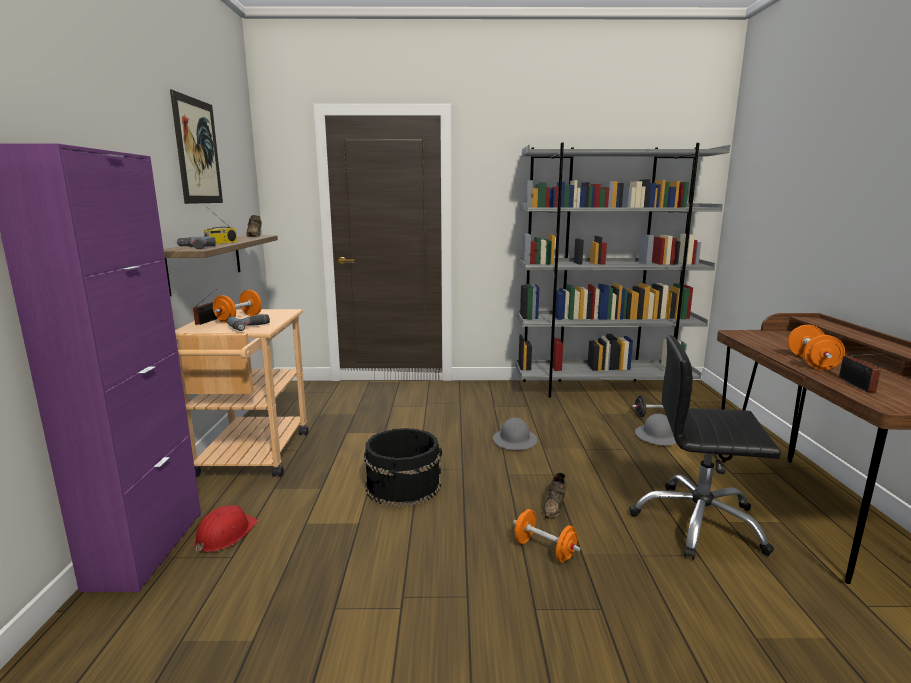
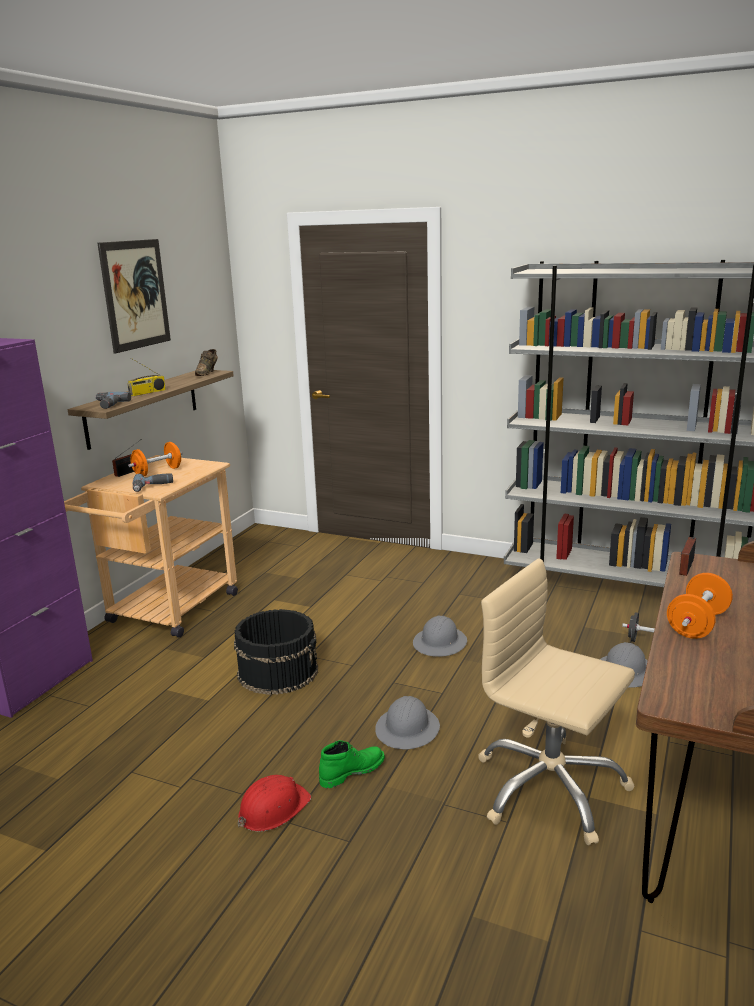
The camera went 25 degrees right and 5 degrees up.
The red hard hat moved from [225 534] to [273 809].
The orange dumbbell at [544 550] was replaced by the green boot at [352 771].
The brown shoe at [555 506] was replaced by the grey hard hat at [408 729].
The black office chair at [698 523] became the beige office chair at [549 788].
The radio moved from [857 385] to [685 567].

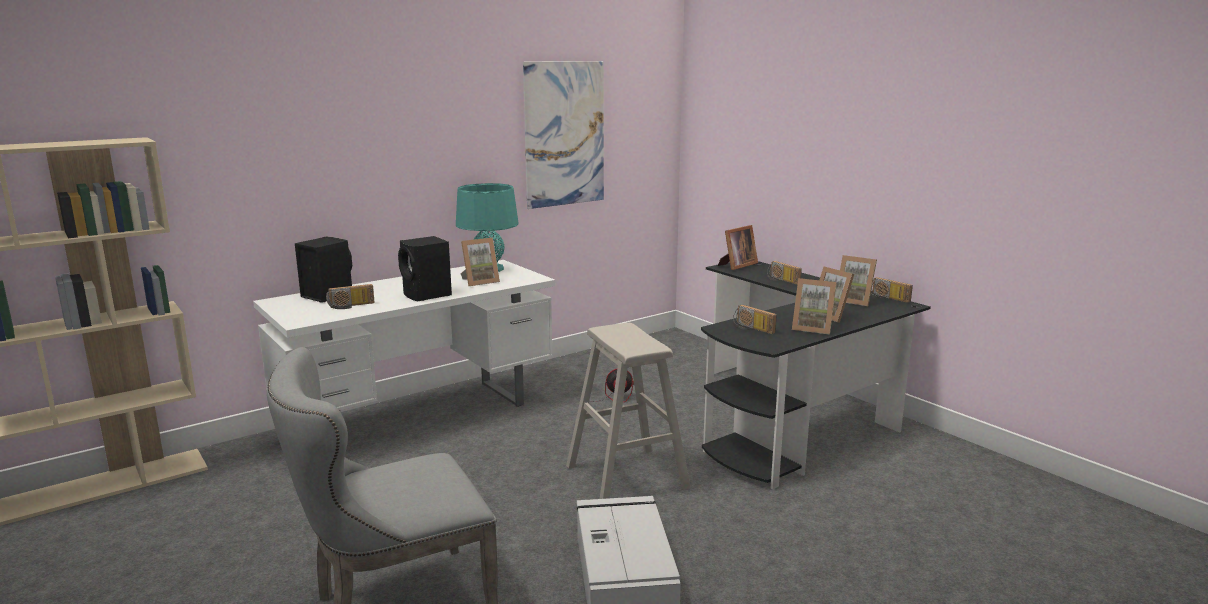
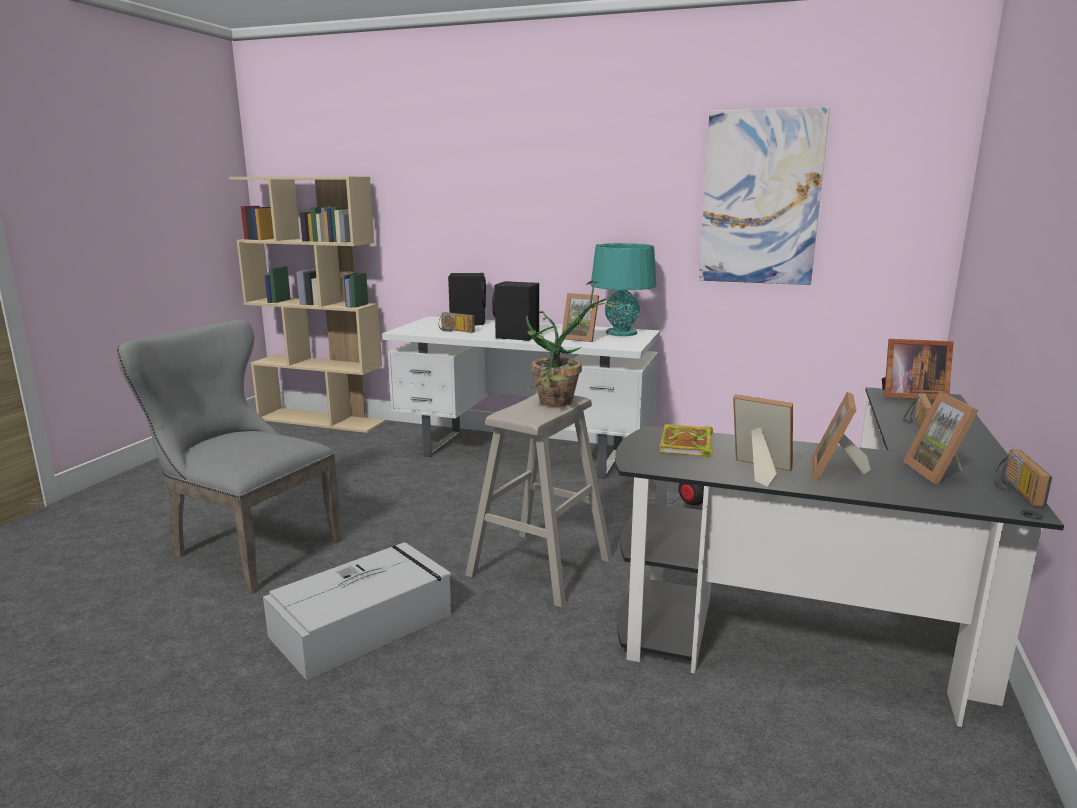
The camera went 55 degrees right and 0 degrees up.
The radio at [752 329] was replaced by the book at [687 445].
The picture frame at [812 328] turned 135 degrees clockwise.
The potted plant at [562 404] appeared.

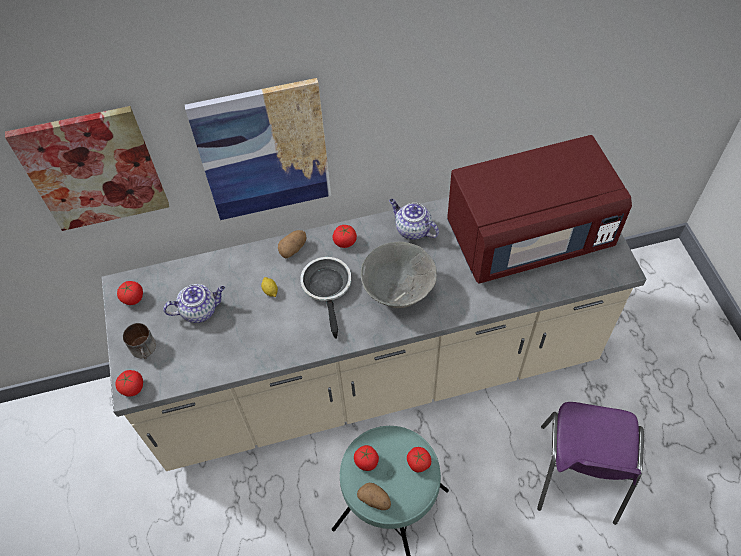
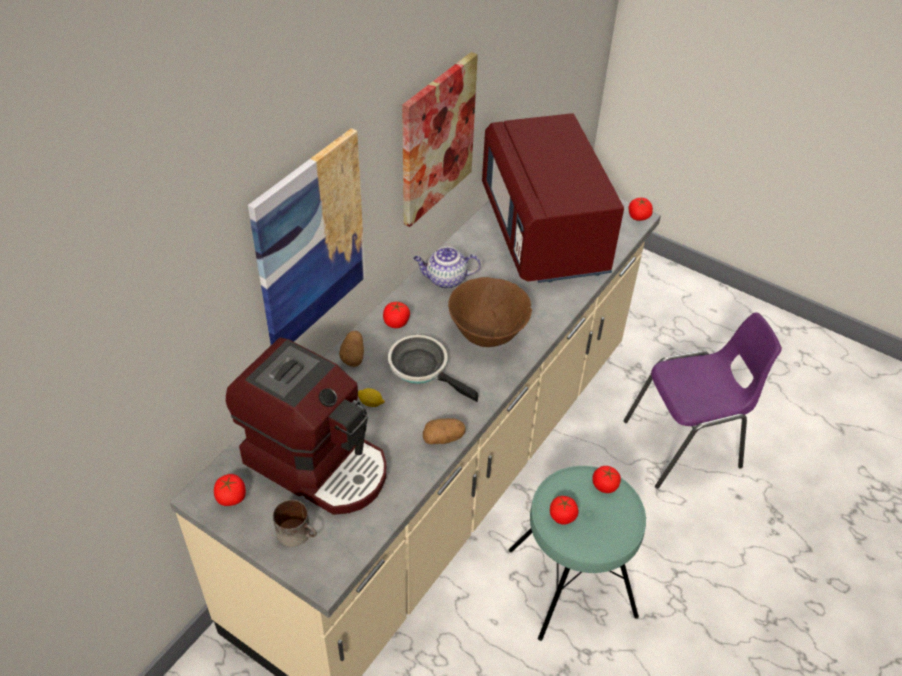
The camera went 45 degrees left and 10 degrees down.
The picture moved from [93 169] to [436 139].
The tomato moved from [132 387] to [638 217].
The teapot at [200 310] was replaced by the coffee machine at [318 462].
The potato moved from [375 500] to [443 438].
The grey bowl at [398 291] became the brown bowl at [487 333].
The red microwave at [527 236] turned 135 degrees clockwise.
The purple chair at [578 476] turned 75 degrees counterclockwise.

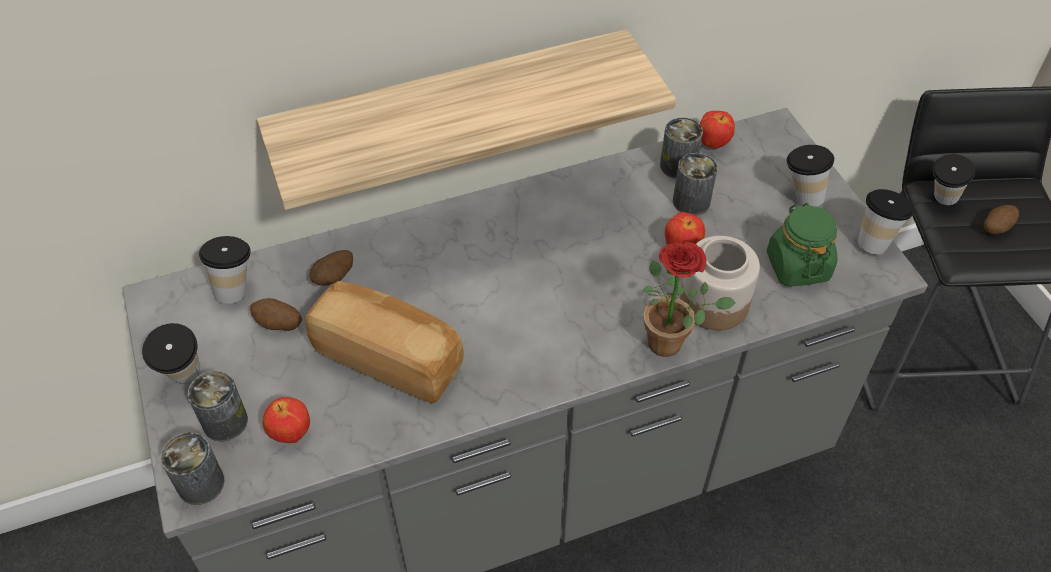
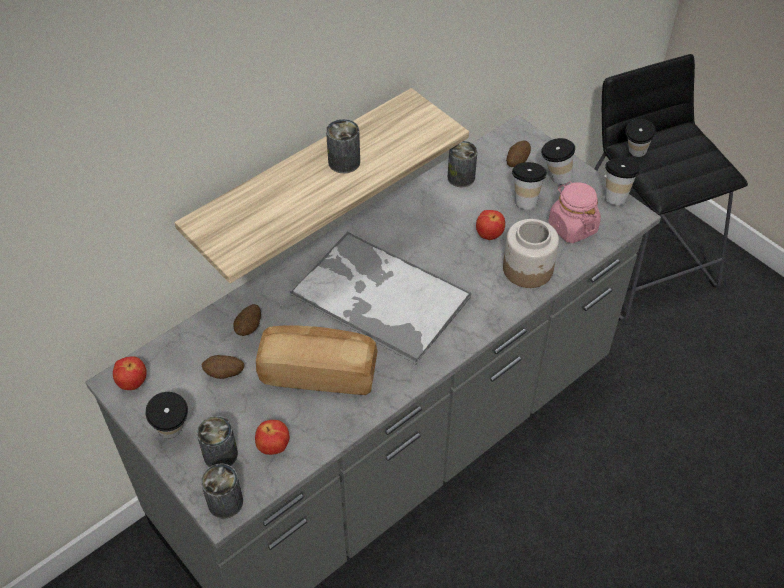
The camera went 20 degrees left and 0 degrees up.
The cup moved from [236 288] to [525 200].
The potted plant at [672 343] disappeared.
The can moved from [691 202] to [344 162].
The apple moved from [713 143] to [133 383].
The green jar at [797 266] became the pink jar at [572 227].
The potato moved from [995 228] to [517 161].
The tray at [379 296] appeared.

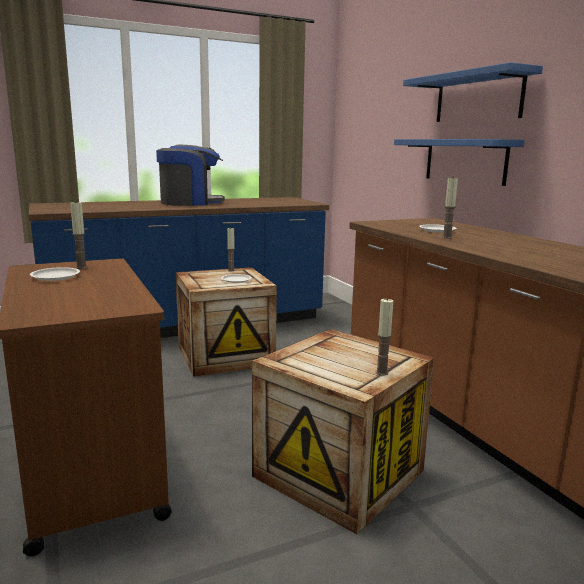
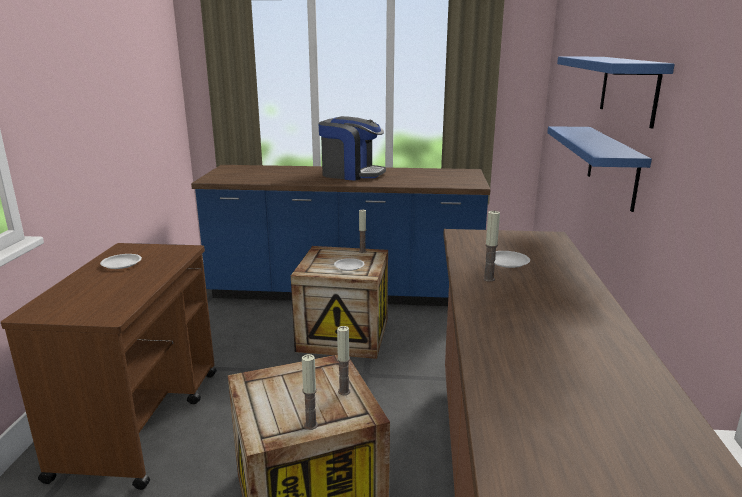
The camera went 30 degrees right and 5 degrees up.
The candle moved from [81 267] to [344 391].

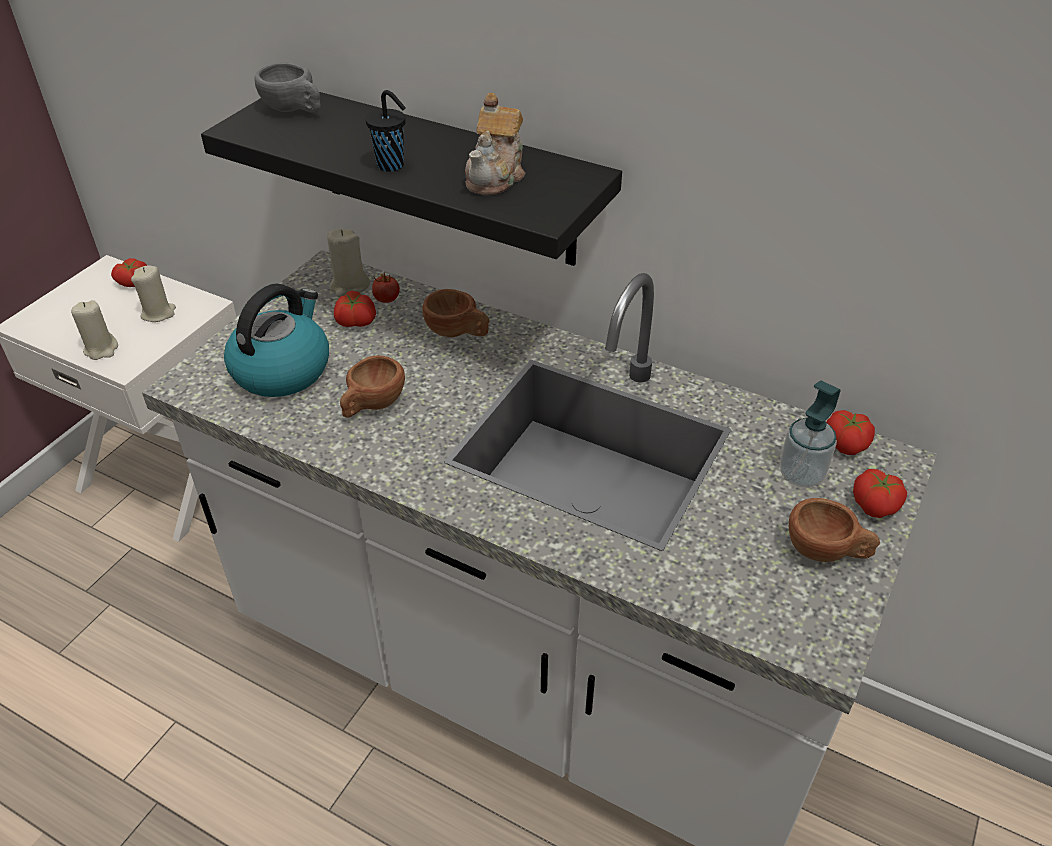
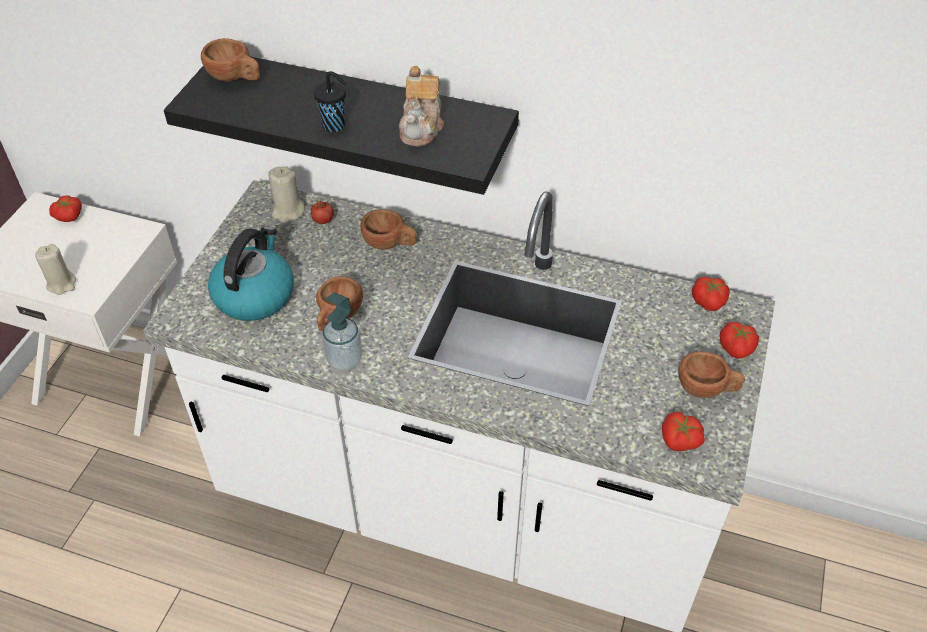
The camera went 10 degrees left and 5 degrees up.
The beige candle at [158 313] disappeared.
The grey cup at [294 110] became the brown cup at [235 78].
The tomato moved from [355 322] to [679 441].
The soap dispenser moved from [801 475] to [344 360].

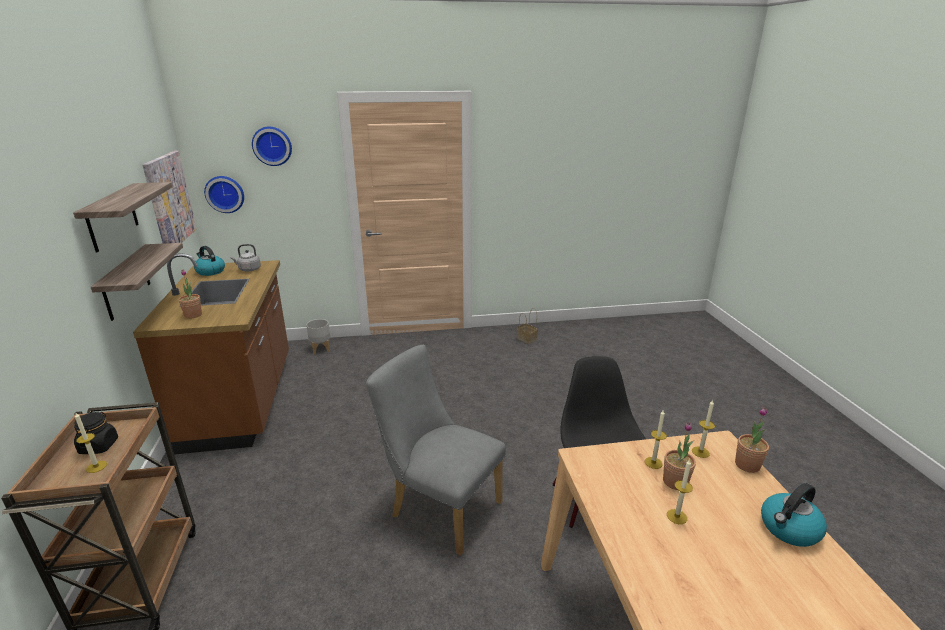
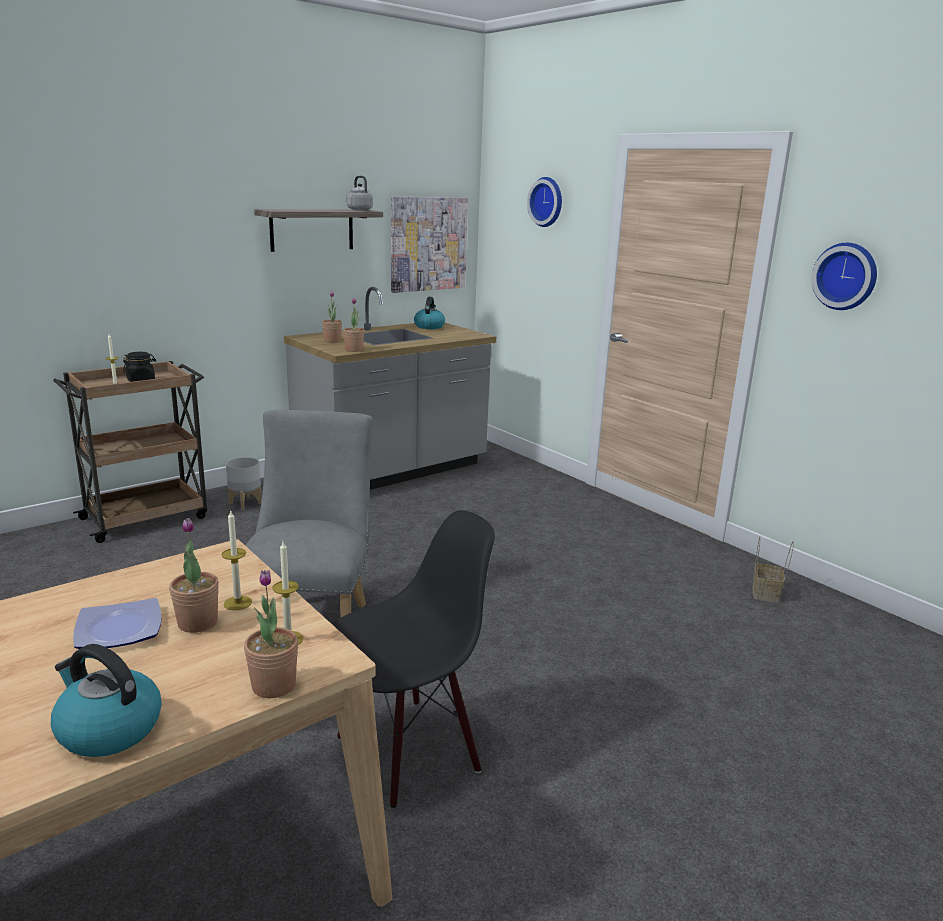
The camera went 60 degrees right and 5 degrees down.
The shelf at [126 282] disappeared.
The brown counter at [242 400] became the grey counter at [392 471].
The wall clock moved from [225 194] to [846 276].
The grey kettle moved from [248 269] to [359 210].
The grey planter moved from [321 349] to [246 503].
The candle at [676 516] was replaced by the plate at [117 629].
The potted plant at [354 350] appeared.

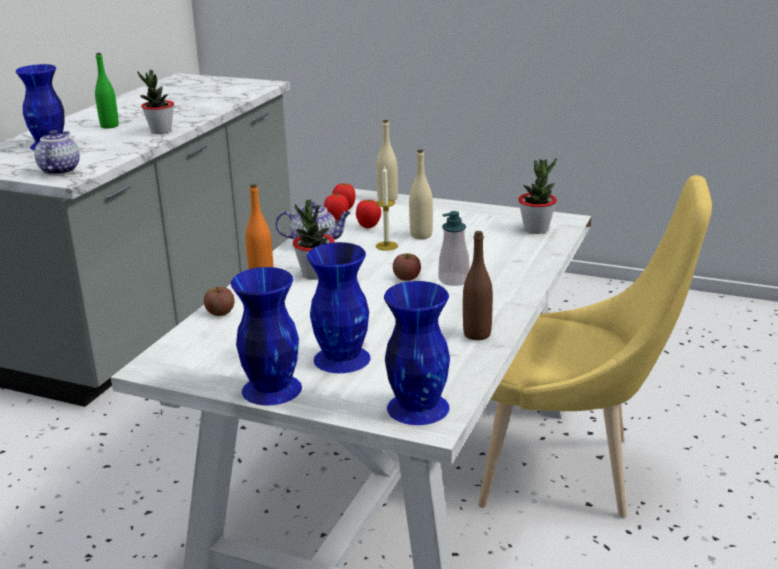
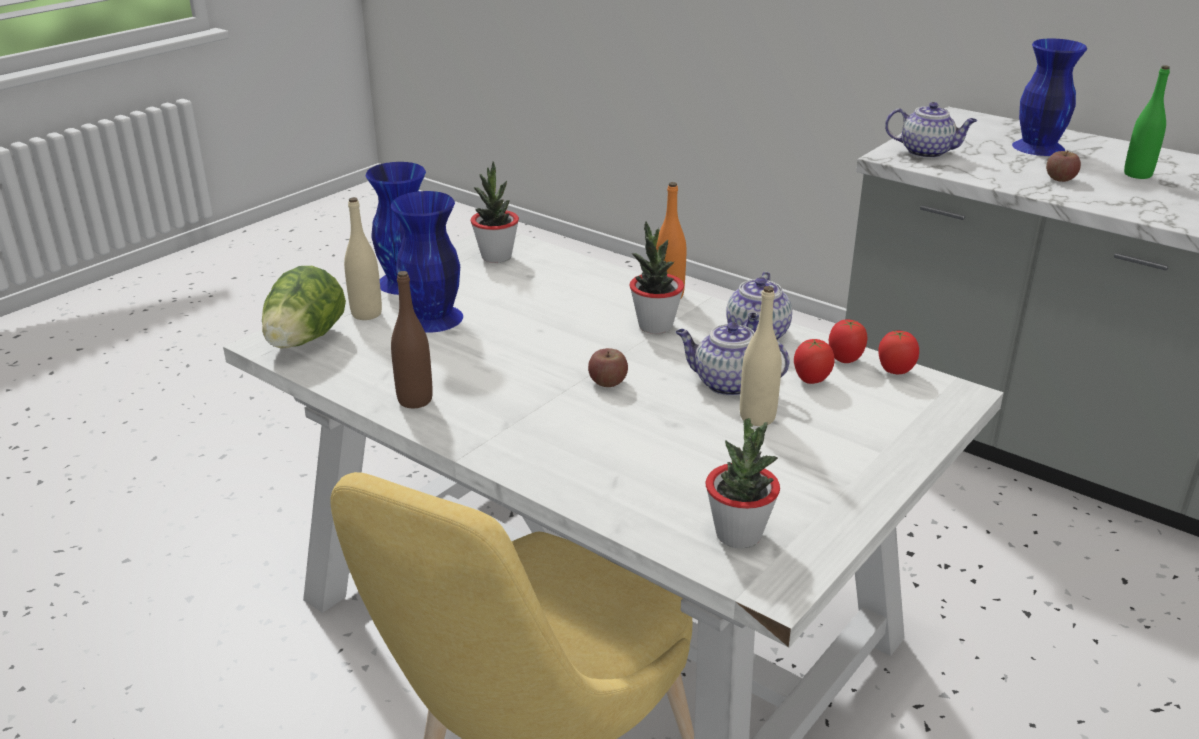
The camera went 105 degrees right and 5 degrees up.
The potted plant moved from [161 131] to [496 256].
The apple moved from [220 312] to [1060 178].
The beige bottle moved from [387 199] to [366 314].
The candle at [386 246] was replaced by the teapot at [727 384].
The blue vase at [417 407] was replaced by the lettuce at [304 341].
The soap dispenser at [454 280] disappeared.

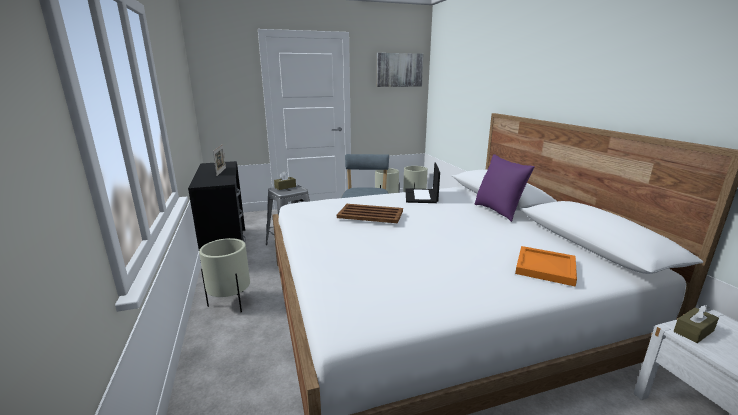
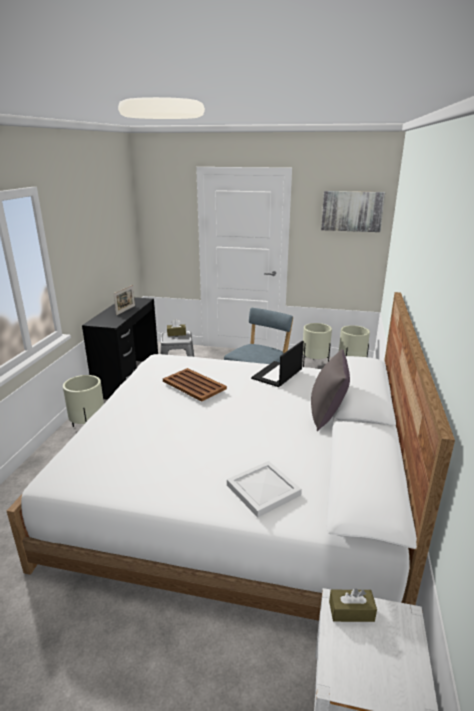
The camera went 30 degrees right and 5 degrees up.
The purple pillow at [498 211] became the grey pillow at [327 415].
The orange tray at [544 268] became the white tray at [262 490].

